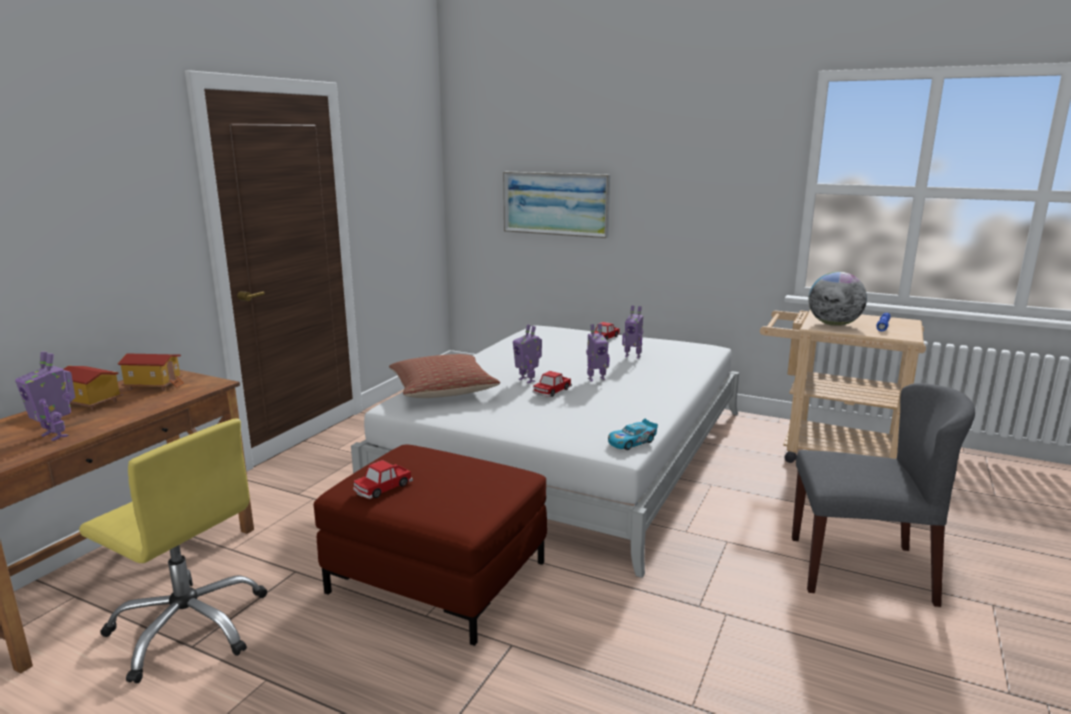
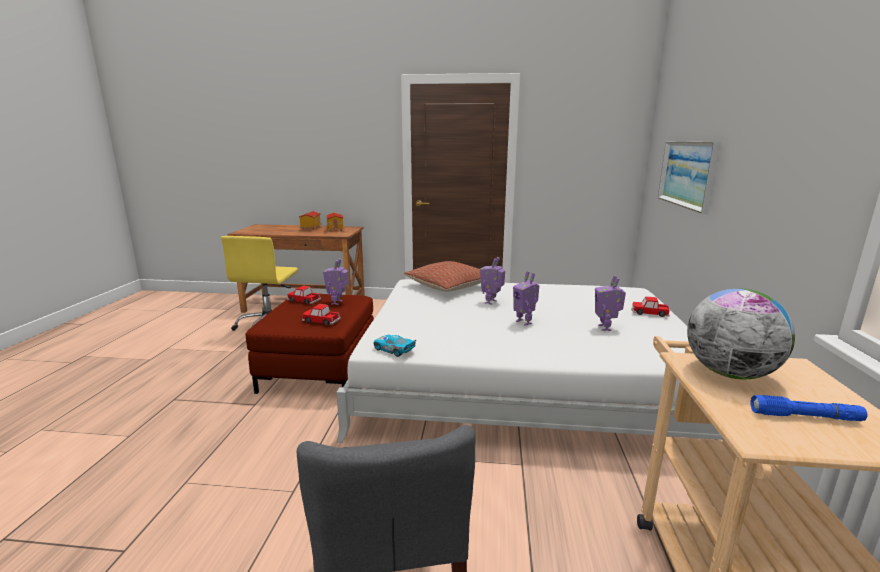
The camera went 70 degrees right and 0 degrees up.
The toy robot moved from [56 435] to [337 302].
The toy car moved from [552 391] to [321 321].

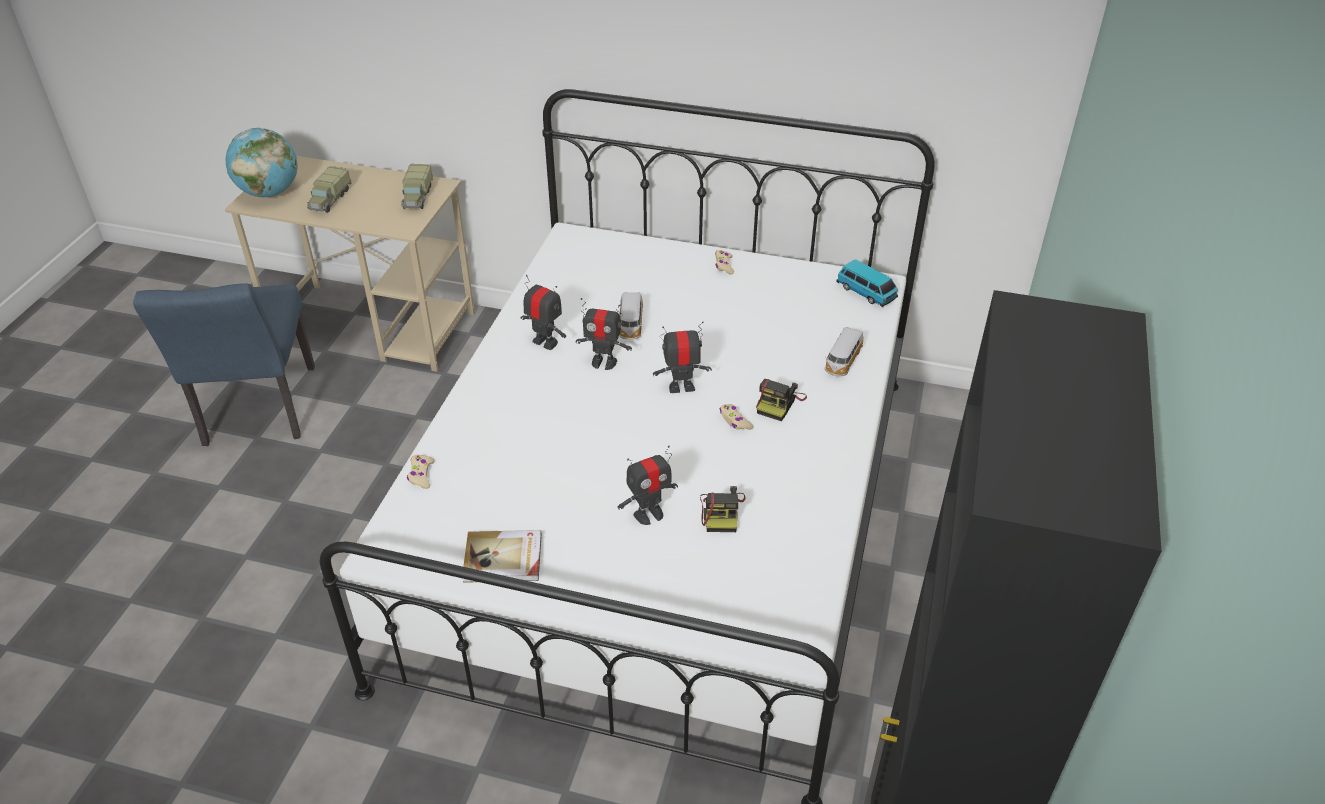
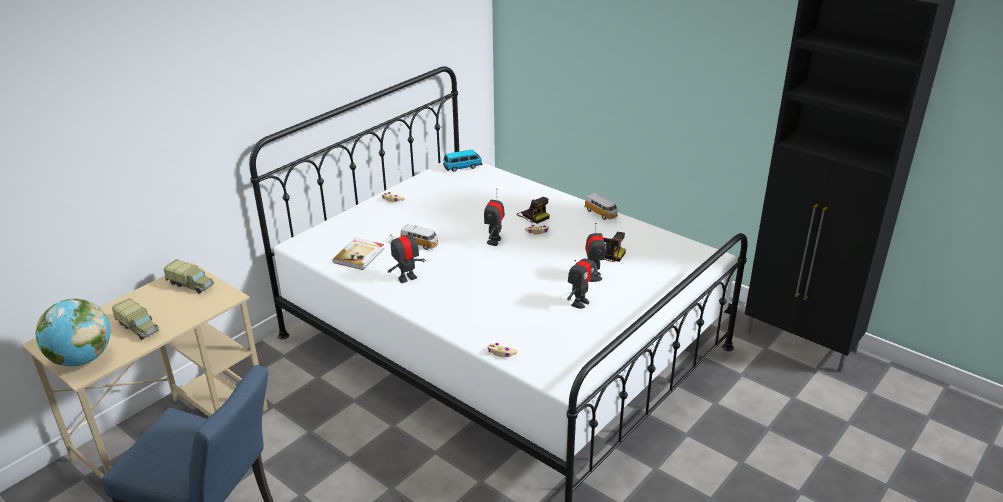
The camera went 65 degrees left and 10 degrees down.
The book moved from [503 559] to [359 255].
The toy robot moved from [604 362] to [580 303].
The toy car moved from [842 362] to [601 213].

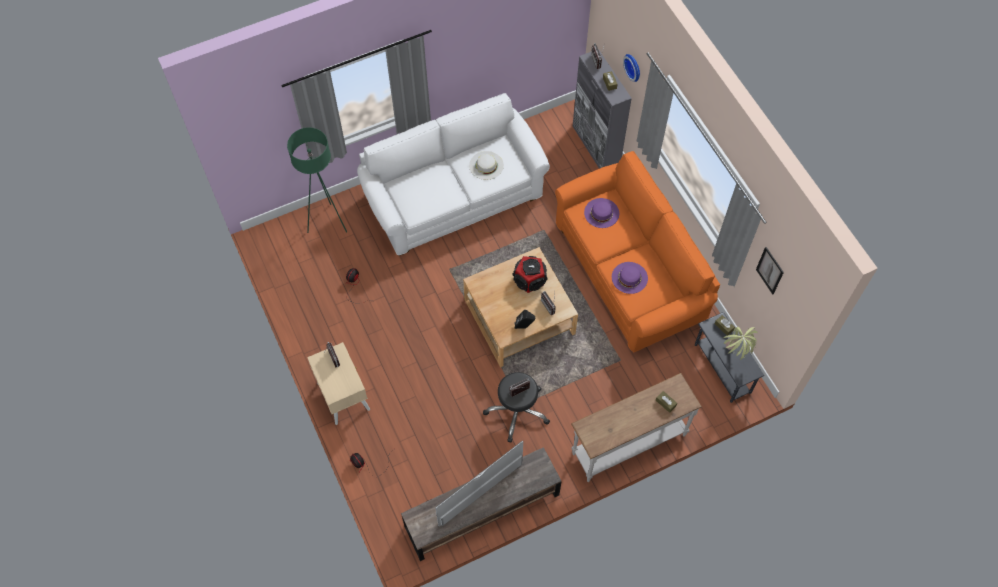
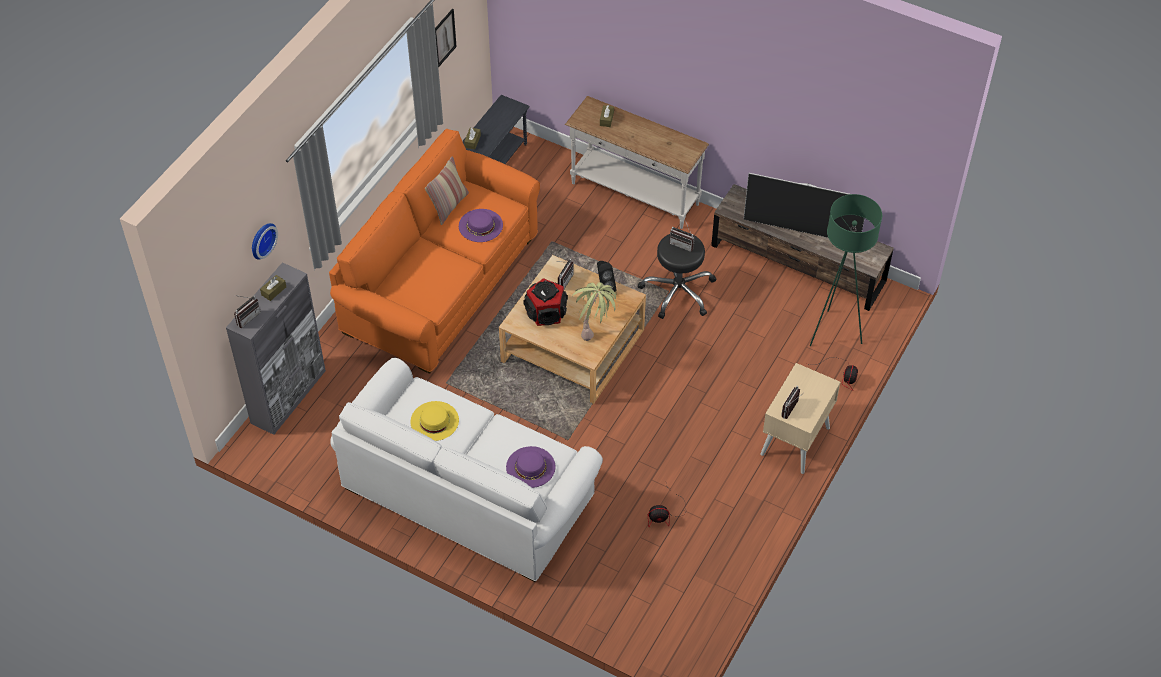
The camera went 125 degrees left and 10 degrees down.
The green floor lamp moved from [327 223] to [834 333].
The white hat at [486 165] became the yellow hat at [434 421].
The purple hat moved from [601 213] to [530 467].
The potted plant moved from [734 356] to [595 328].
The pillow at [448 206] appeared.

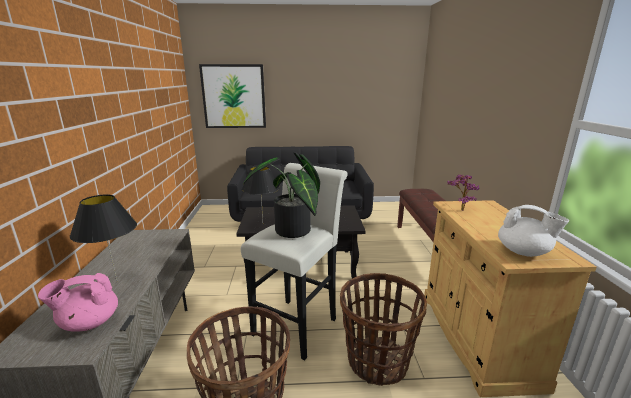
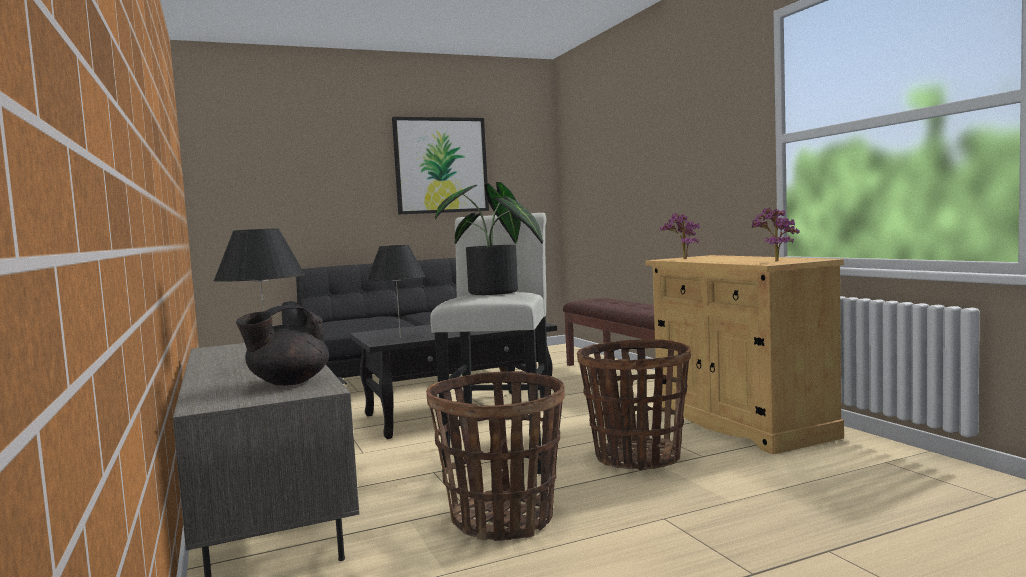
The camera went 20 degrees left and 15 degrees down.
The pink teapot at [89 323] became the black teapot at [288 382].
The picture moved from [234 96] to [441 165].
The white teapot at [524 252] was replaced by the potted plant at [774 261].

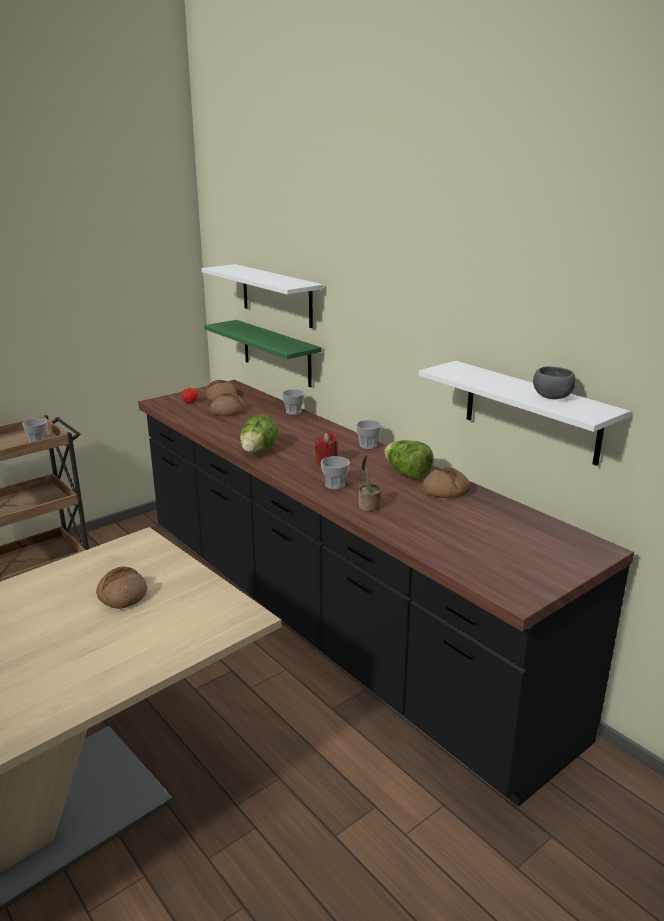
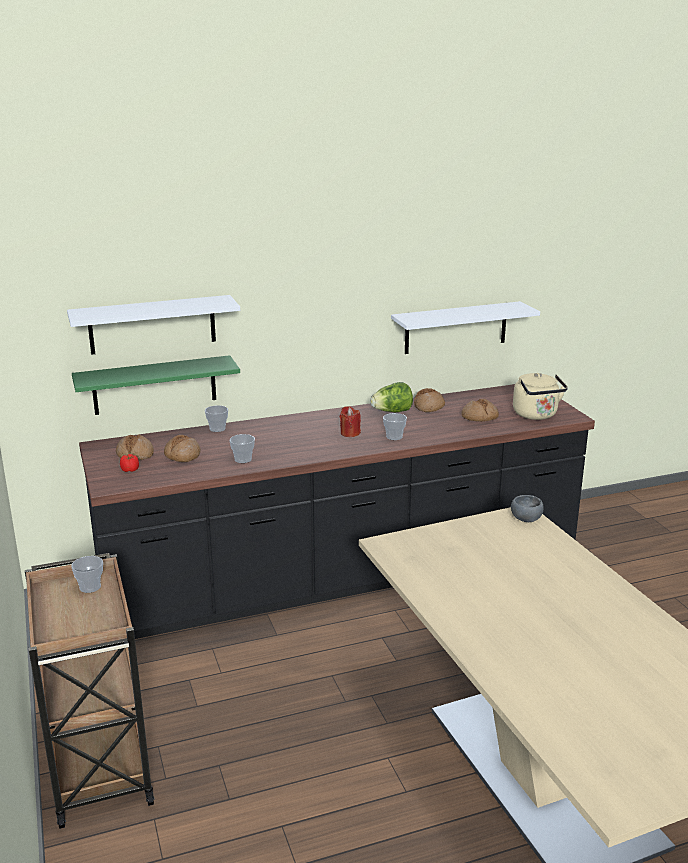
The camera went 70 degrees left and 0 degrees up.
The bread moved from [122 595] to [479 417].
The lettuce at [258 451] disappeared.
The cup moved from [368 445] to [243 459].
The potted plant at [368 507] disappeared.
The grey bowl moved from [551 397] to [526 520].
The beige kettle at [536 415] appeared.

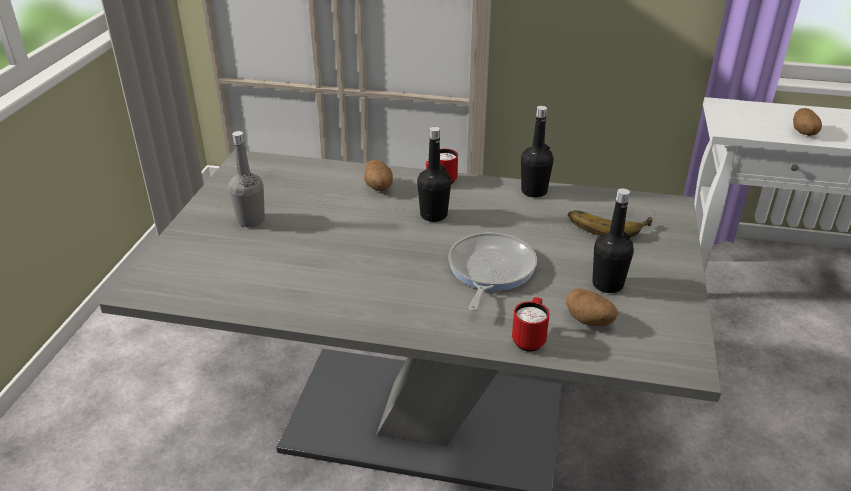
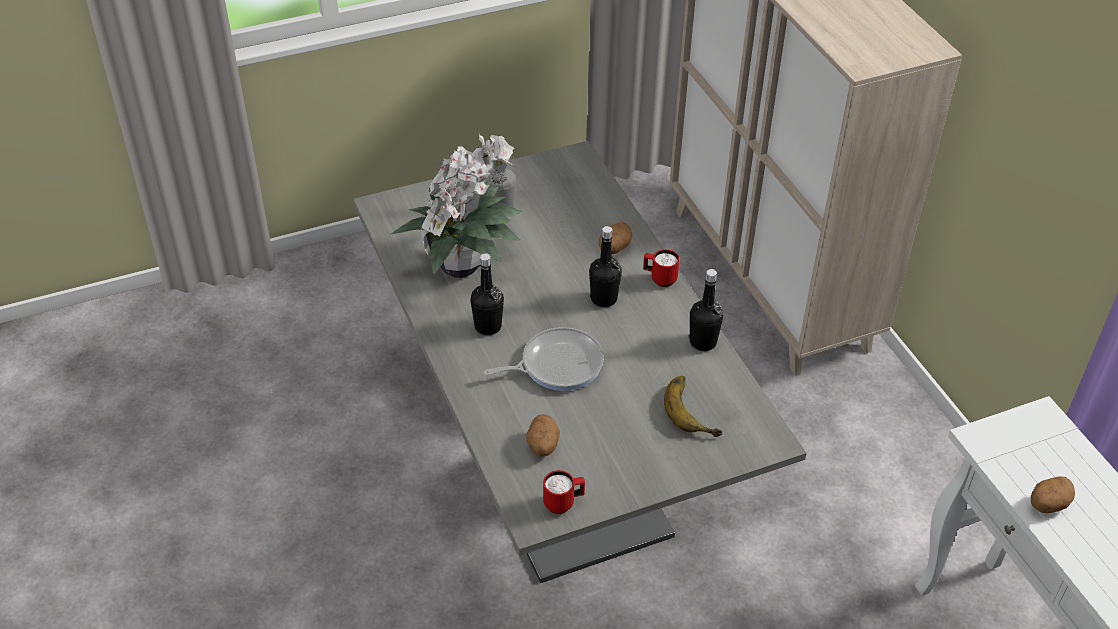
The camera went 55 degrees right and 10 degrees up.
The red mug moved from [530 339] to [563 503].
The black bottle moved from [607 284] to [488 326].
The potted plant at [464 265] appeared.

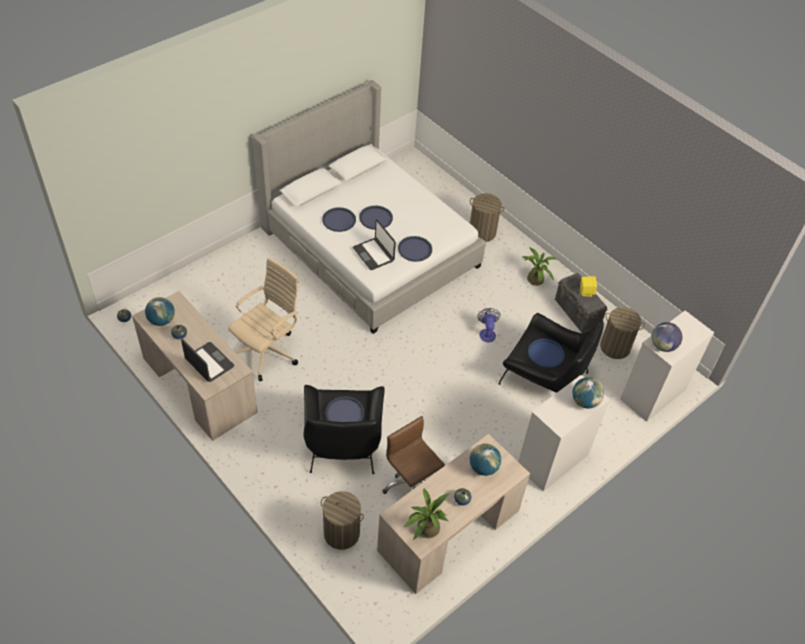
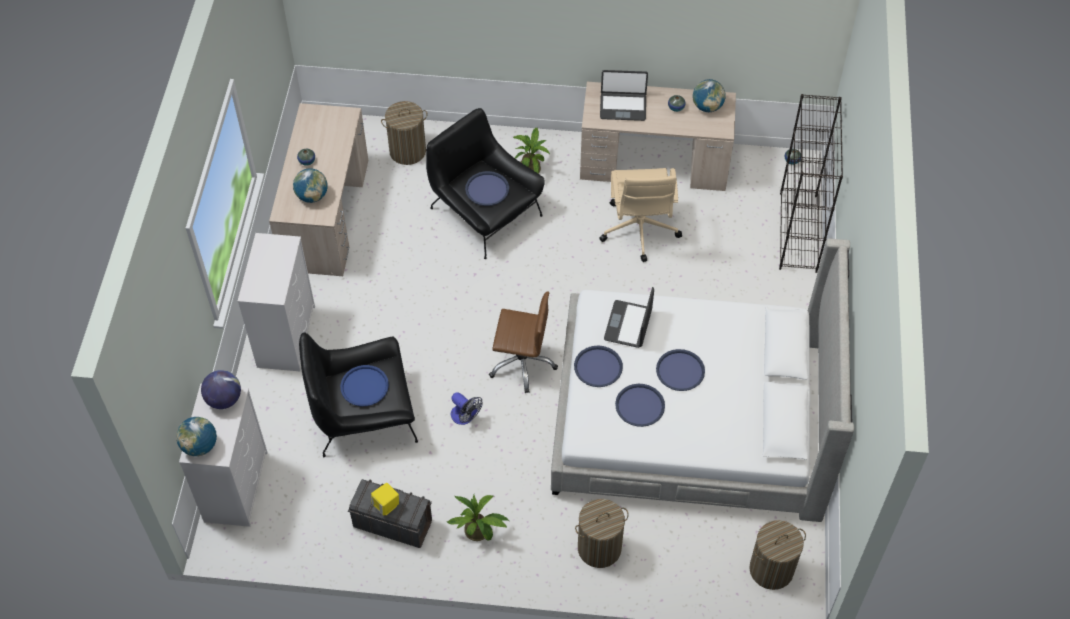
The camera went 140 degrees right and 5 degrees up.
The blue tray moved from [339 220] to [640 405].
The laptop at [374 254] turned 90 degrees counterclockwise.
The brown office chair moved from [411 484] to [522 363].
The potted plant moved from [425 529] to [531 168].
The globe moved from [584 401] to [200 446].
The laundry basket moved from [615 347] to [771 569].
The black bookcase at [798 232] appeared.

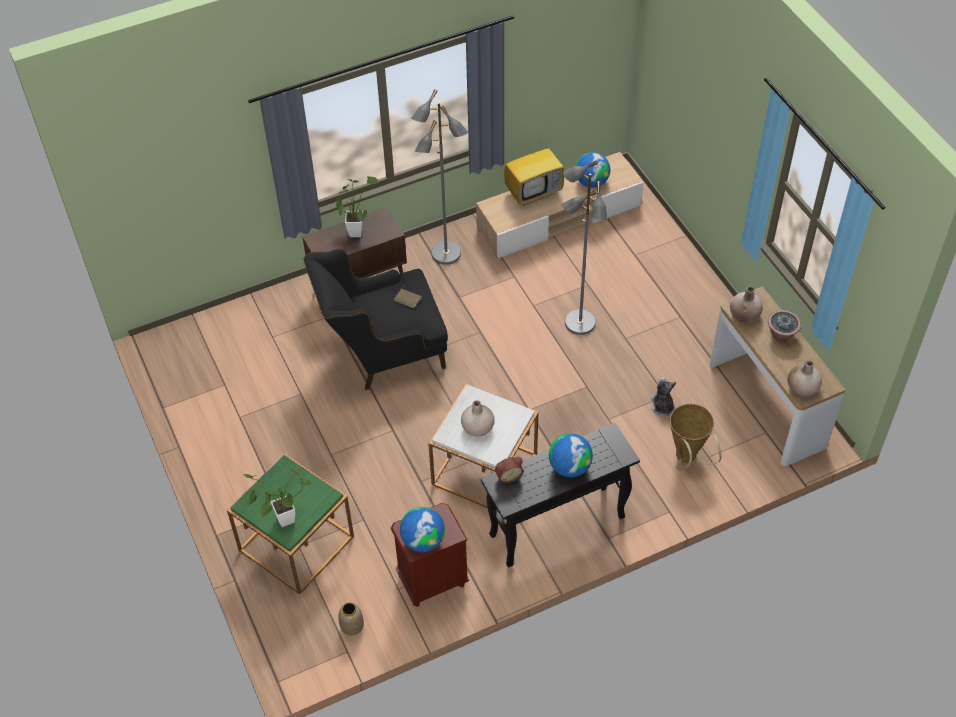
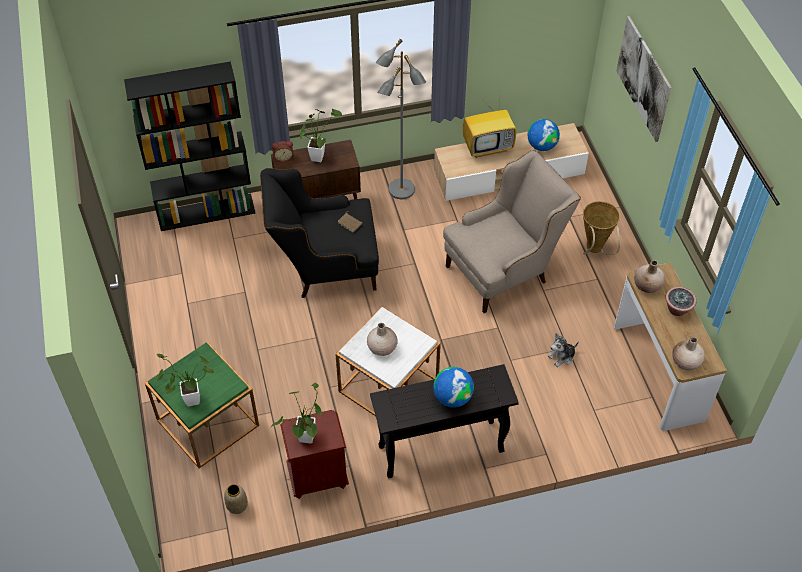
The camera went 10 degrees right and 0 degrees up.
The globe at [423 541] was replaced by the potted plant at [305 441].
The alarm clock moved from [508 476] to [283 157].
The grey floor lamp at [579 323] was replaced by the beige armchair at [504 270].
The plush toy at [662 406] turned 120 degrees counterclockwise.
The basket moved from [687 460] to [594 250].
The black bookcase at [207 212] appeared.
The picture at [643 78] appeared.

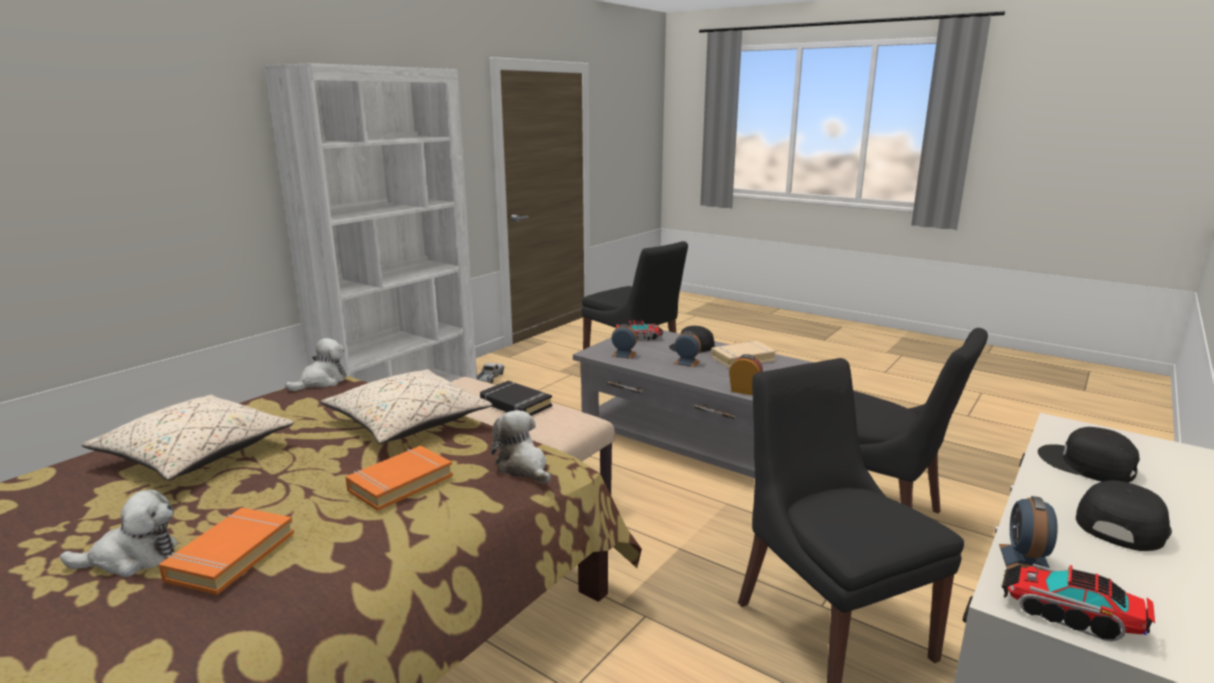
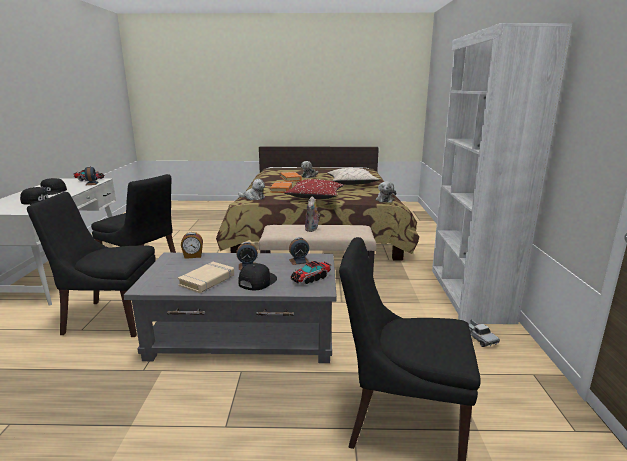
The camera went 145 degrees right and 0 degrees up.
The beige pillow at [408 422] became the red pillow at [315 197].
The black book at [515 405] was replaced by the plush toy at [312 229].

